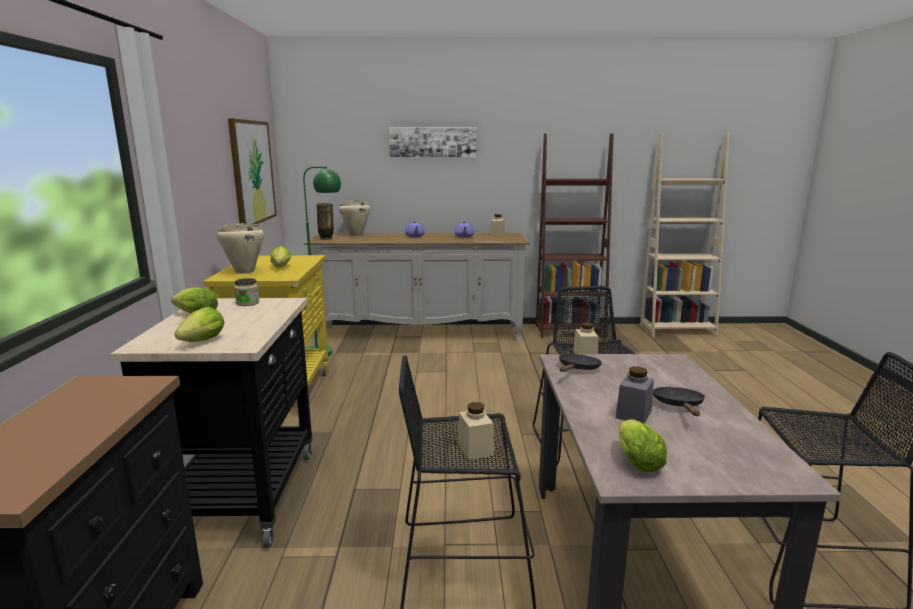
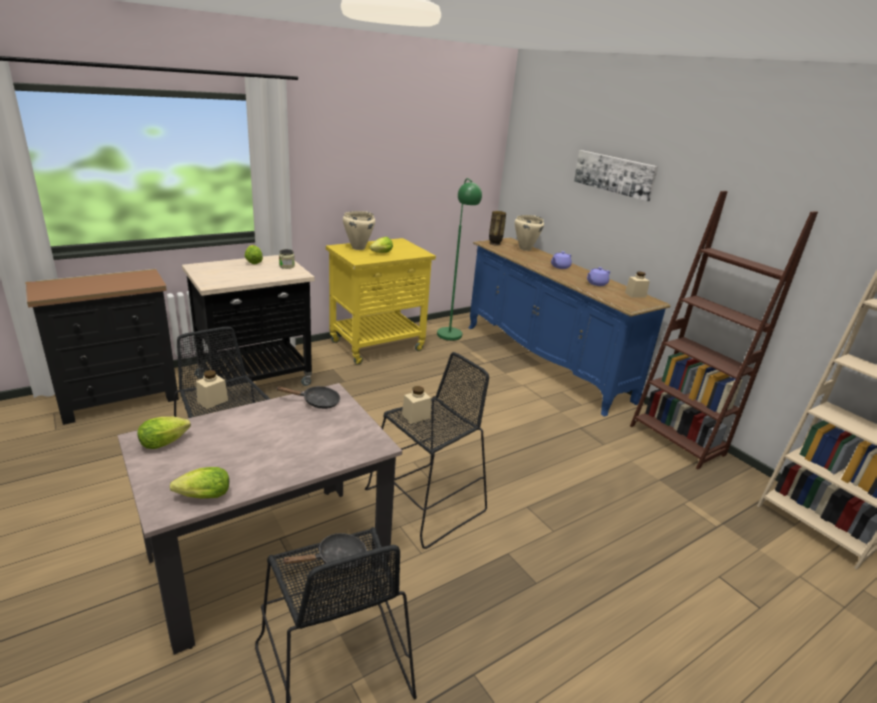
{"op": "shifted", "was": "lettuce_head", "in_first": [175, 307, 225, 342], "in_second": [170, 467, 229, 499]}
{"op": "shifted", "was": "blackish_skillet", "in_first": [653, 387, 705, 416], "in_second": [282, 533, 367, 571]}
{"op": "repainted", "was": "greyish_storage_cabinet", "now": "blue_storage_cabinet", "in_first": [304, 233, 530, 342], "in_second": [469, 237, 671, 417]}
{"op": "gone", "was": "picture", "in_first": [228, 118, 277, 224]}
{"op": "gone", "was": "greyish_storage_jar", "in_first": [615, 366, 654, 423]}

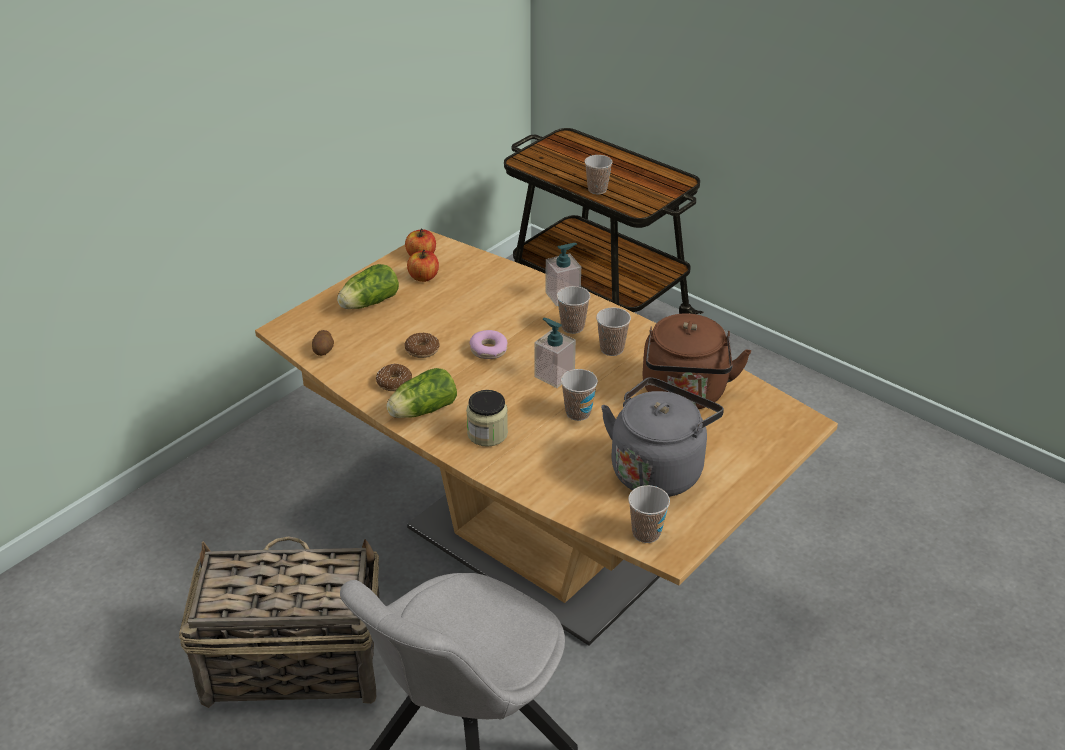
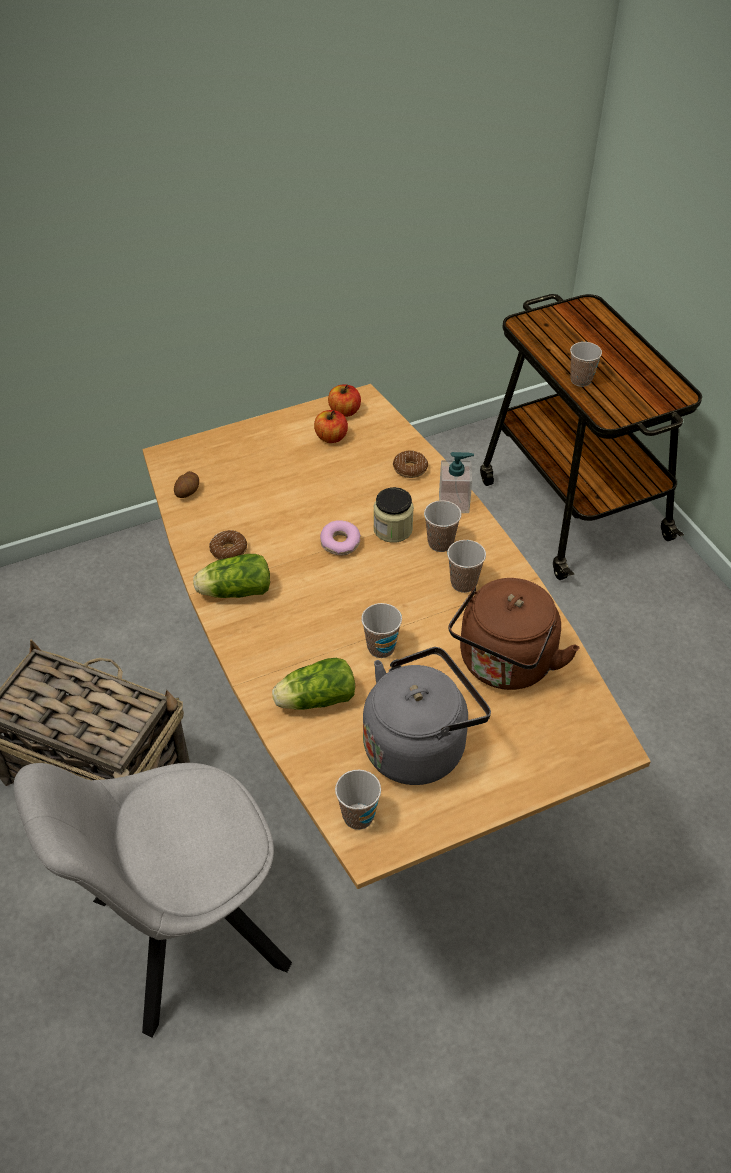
{"op": "shifted", "was": "lettuce_head", "in_first": [337, 264, 399, 309], "in_second": [272, 658, 355, 710]}
{"op": "shifted", "was": "storage_jar", "in_first": [466, 390, 508, 447], "in_second": [373, 487, 414, 543]}
{"op": "shifted", "was": "doughnut", "in_first": [404, 333, 440, 358], "in_second": [393, 450, 428, 478]}
{"op": "gone", "was": "soap_dispenser", "in_first": [534, 318, 576, 388]}

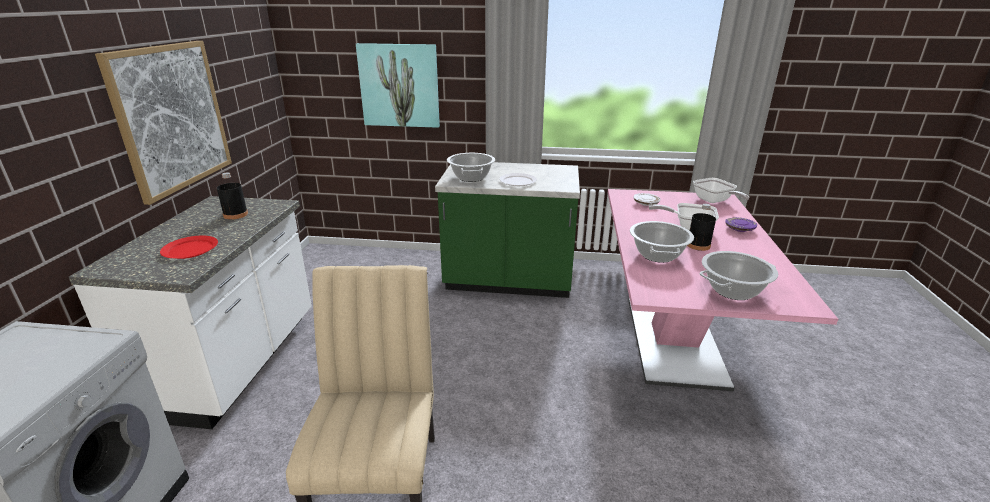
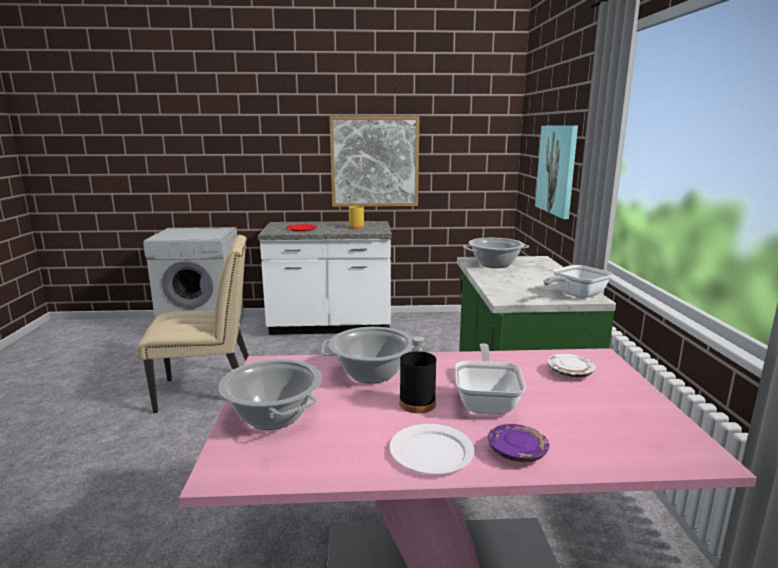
{"op": "repainted", "was": "blackish_beverage_bottle", "now": "yellowish_beverage_bottle", "in_first": [217, 172, 248, 220], "in_second": [349, 197, 364, 229]}
{"op": "shifted", "was": "whitish_plate", "in_first": [499, 173, 537, 186], "in_second": [389, 424, 475, 474]}
{"op": "shifted", "was": "skillet", "in_first": [693, 178, 749, 203], "in_second": [543, 265, 613, 298]}

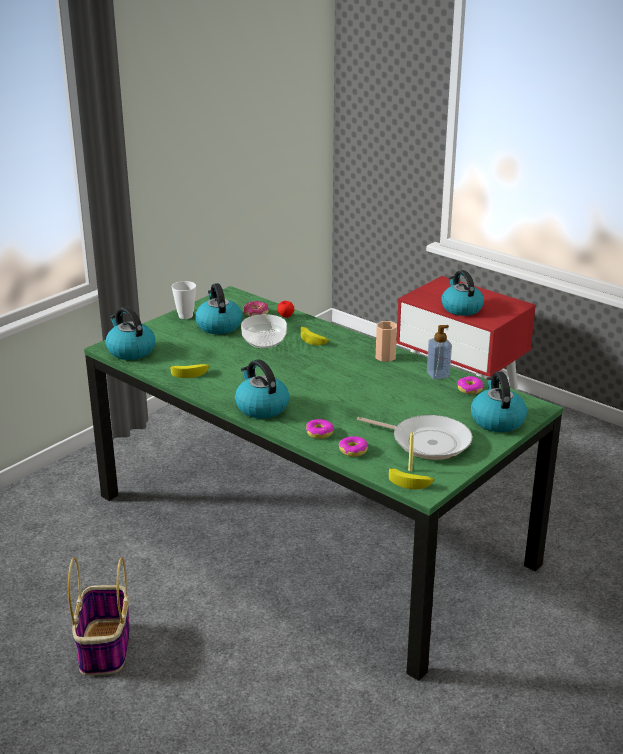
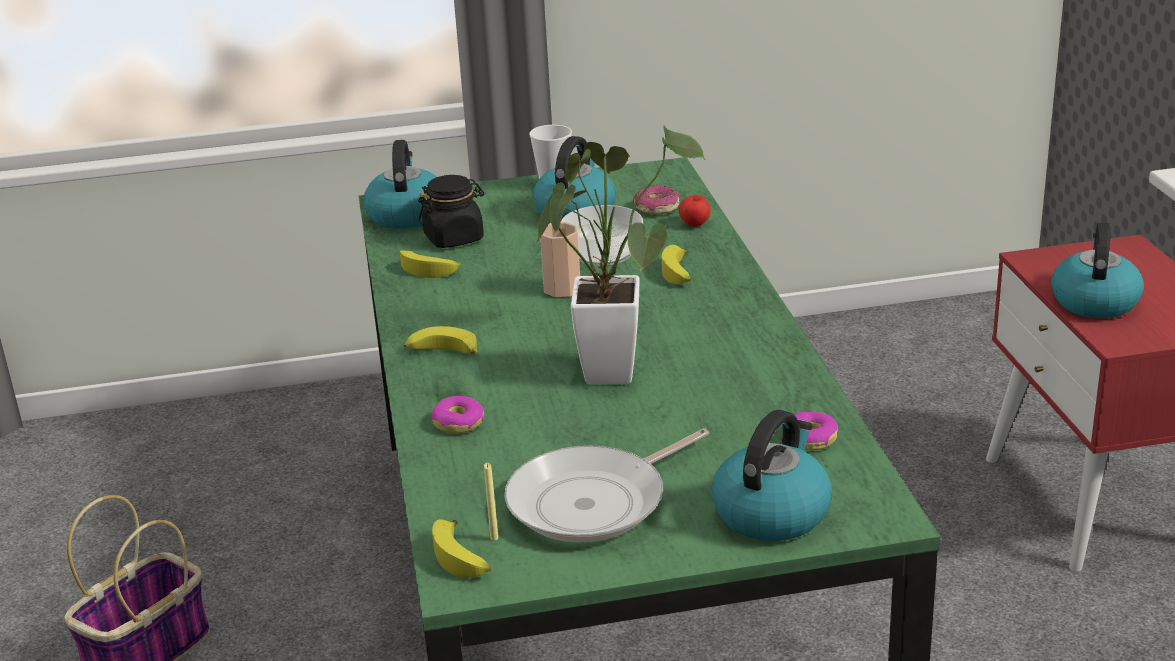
{"op": "swapped", "was": "kettle", "now": "whole_banana", "in_first": [235, 359, 289, 419], "in_second": [404, 326, 477, 354]}
{"op": "new", "now": "blackish_storage_jar", "in_second": [418, 175, 485, 248]}
{"op": "rotated", "was": "skillet", "in_first": [357, 415, 472, 460], "in_second": [505, 428, 709, 542], "clockwise": 75}
{"op": "new", "now": "potted_plant", "in_second": [537, 126, 705, 384]}
{"op": "shifted", "was": "small_cup", "in_first": [376, 321, 397, 362], "in_second": [540, 222, 580, 297]}
{"op": "gone", "was": "doughnut", "in_first": [339, 436, 368, 457]}
{"op": "gone", "was": "soap_dispenser", "in_first": [427, 325, 452, 379]}

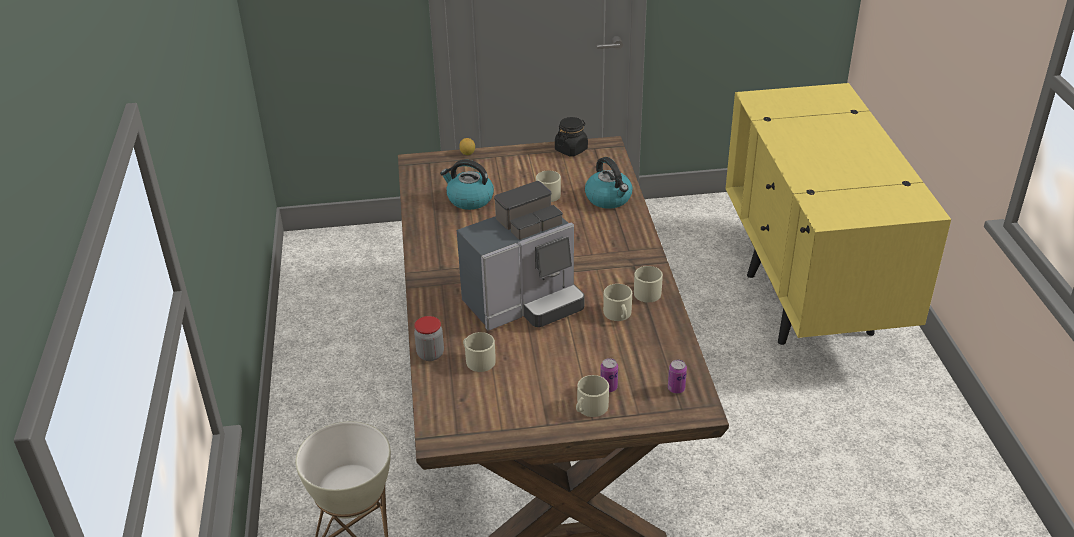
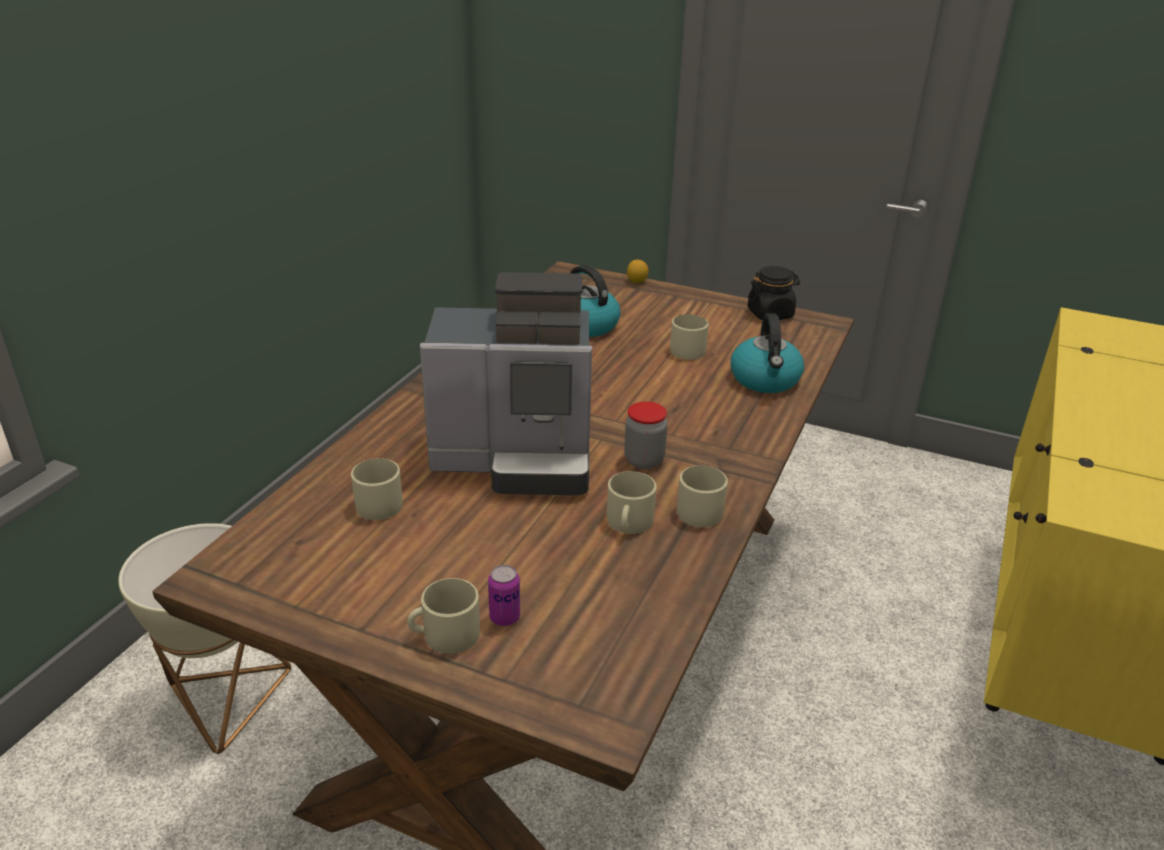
{"op": "shifted", "was": "storage_jar", "in_first": [414, 316, 444, 361], "in_second": [624, 401, 668, 469]}
{"op": "gone", "was": "can", "in_first": [668, 360, 687, 394]}

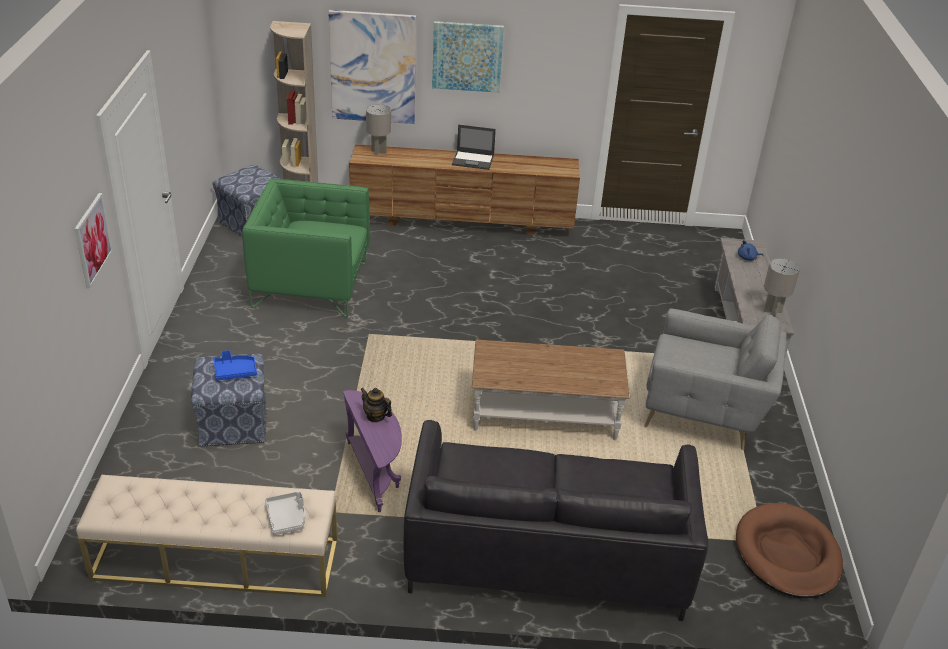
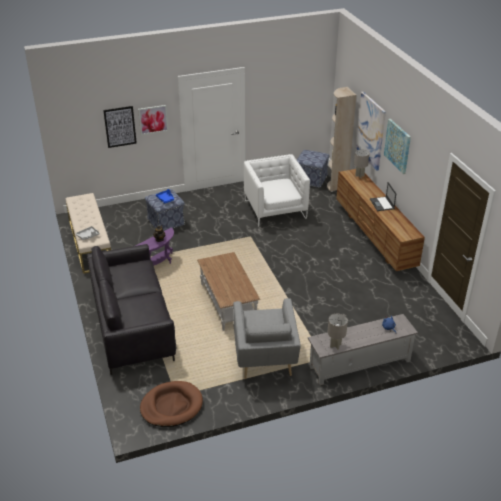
{"op": "new", "now": "picture", "in_second": [103, 106, 137, 148]}
{"op": "repainted", "was": "green-coloured_lounge_chair", "now": "whitish_lounge_chair", "in_first": [242, 178, 370, 318], "in_second": [244, 154, 310, 227]}

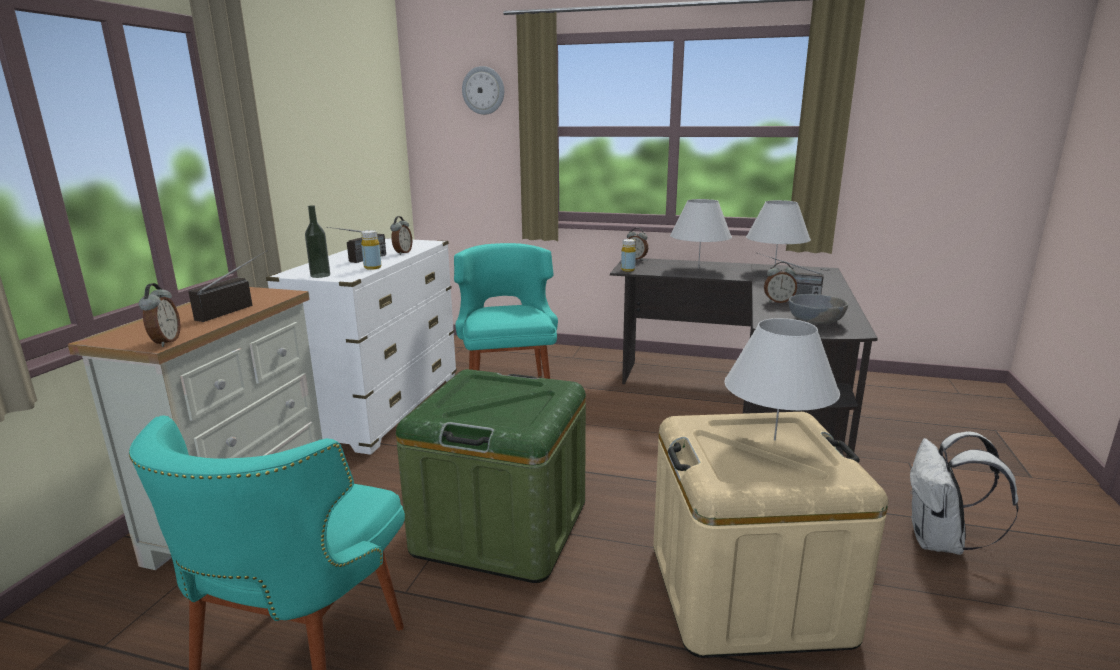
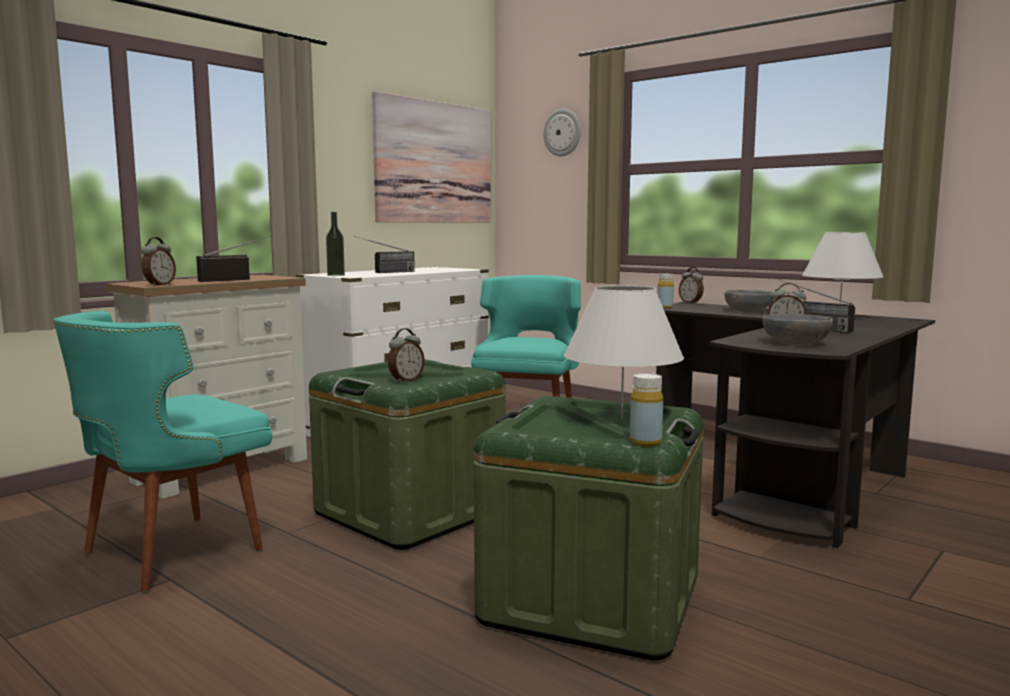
{"op": "new", "now": "picture", "in_second": [372, 91, 491, 223]}
{"op": "shifted", "was": "alarm_clock", "in_first": [390, 216, 412, 255], "in_second": [388, 328, 425, 383]}
{"op": "repainted", "was": "beige-coloured_storage_container", "now": "green-coloured_storage_container", "in_first": [653, 412, 888, 658], "in_second": [474, 396, 704, 660]}
{"op": "shifted", "was": "yellowish_beverage_bottle", "in_first": [361, 230, 381, 270], "in_second": [630, 373, 663, 446]}
{"op": "swapped", "was": "whitish_lamp_for_a_table", "now": "greyish_serving_bowl", "in_first": [670, 199, 732, 269], "in_second": [724, 290, 773, 312]}
{"op": "gone", "was": "whitish_knapsack", "in_first": [910, 432, 1019, 555]}

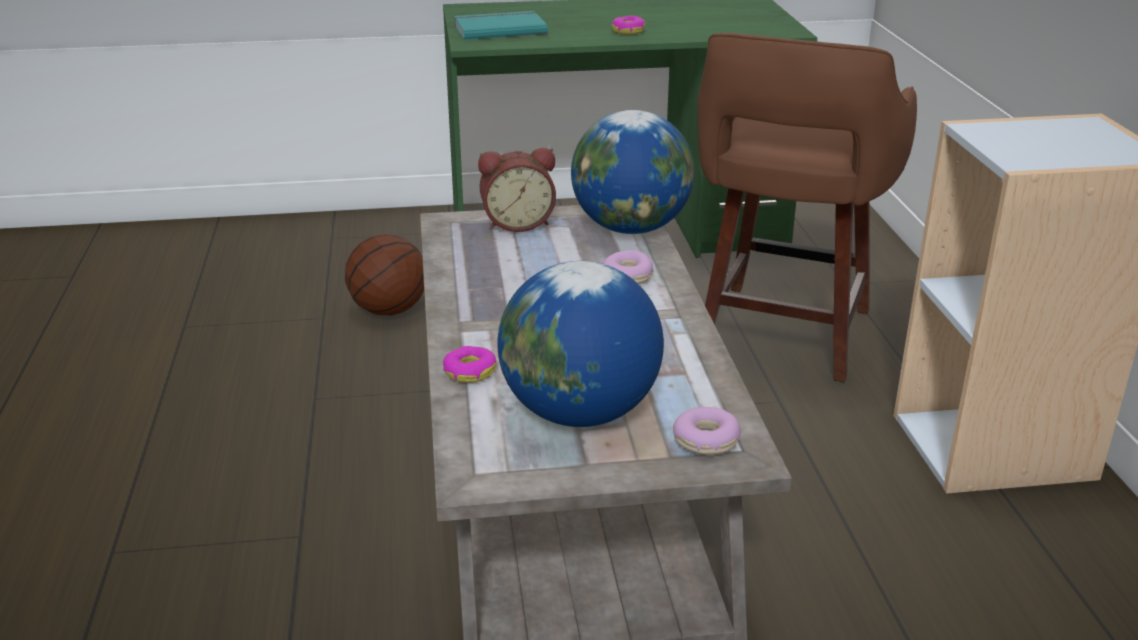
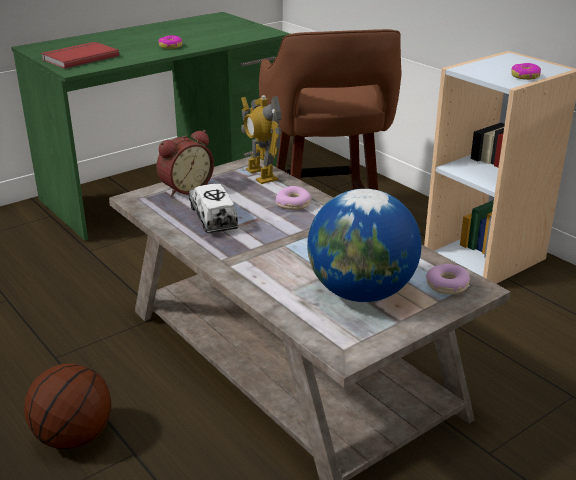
{"op": "shifted", "was": "basketball_ball", "in_first": [345, 234, 424, 315], "in_second": [24, 363, 111, 449]}
{"op": "repainted", "was": "turquoise_bound_book", "now": "red-coloured_bound_book", "in_first": [454, 11, 548, 40], "in_second": [41, 42, 119, 69]}
{"op": "new", "now": "model_truck", "in_second": [189, 184, 238, 233]}
{"op": "swapped", "was": "world_globe", "now": "robot_figure", "in_first": [571, 110, 694, 234], "in_second": [241, 95, 281, 184]}
{"op": "shifted", "was": "doughnut", "in_first": [443, 346, 496, 383], "in_second": [511, 63, 541, 80]}

